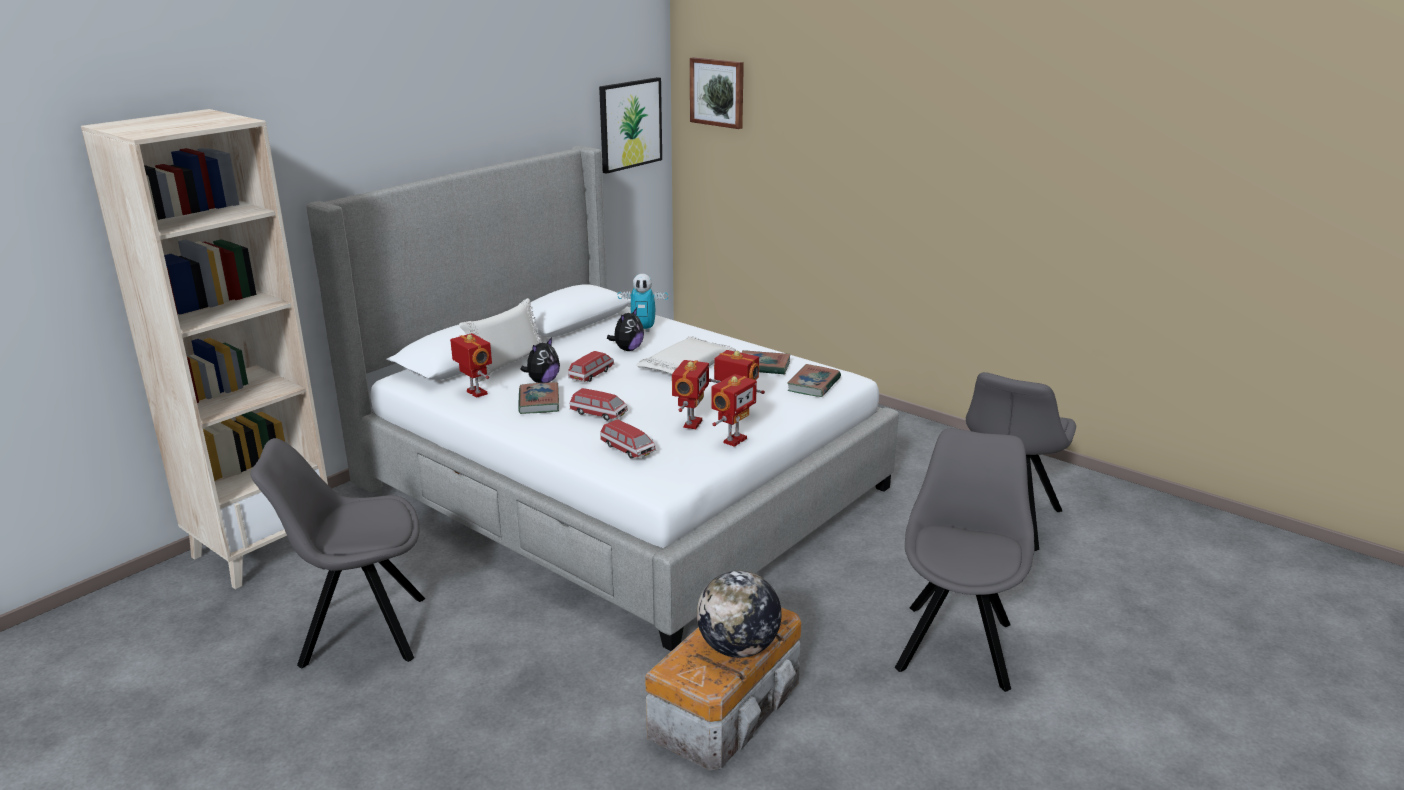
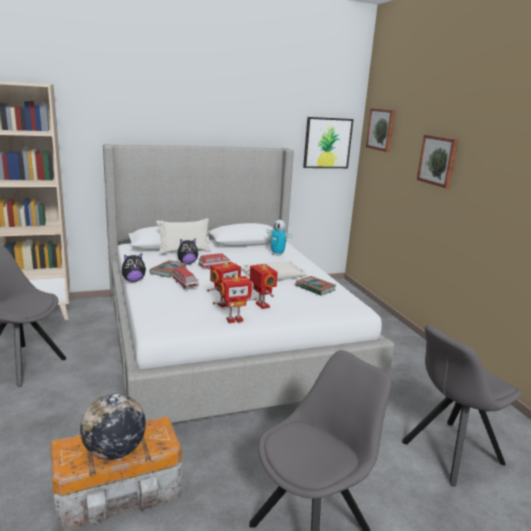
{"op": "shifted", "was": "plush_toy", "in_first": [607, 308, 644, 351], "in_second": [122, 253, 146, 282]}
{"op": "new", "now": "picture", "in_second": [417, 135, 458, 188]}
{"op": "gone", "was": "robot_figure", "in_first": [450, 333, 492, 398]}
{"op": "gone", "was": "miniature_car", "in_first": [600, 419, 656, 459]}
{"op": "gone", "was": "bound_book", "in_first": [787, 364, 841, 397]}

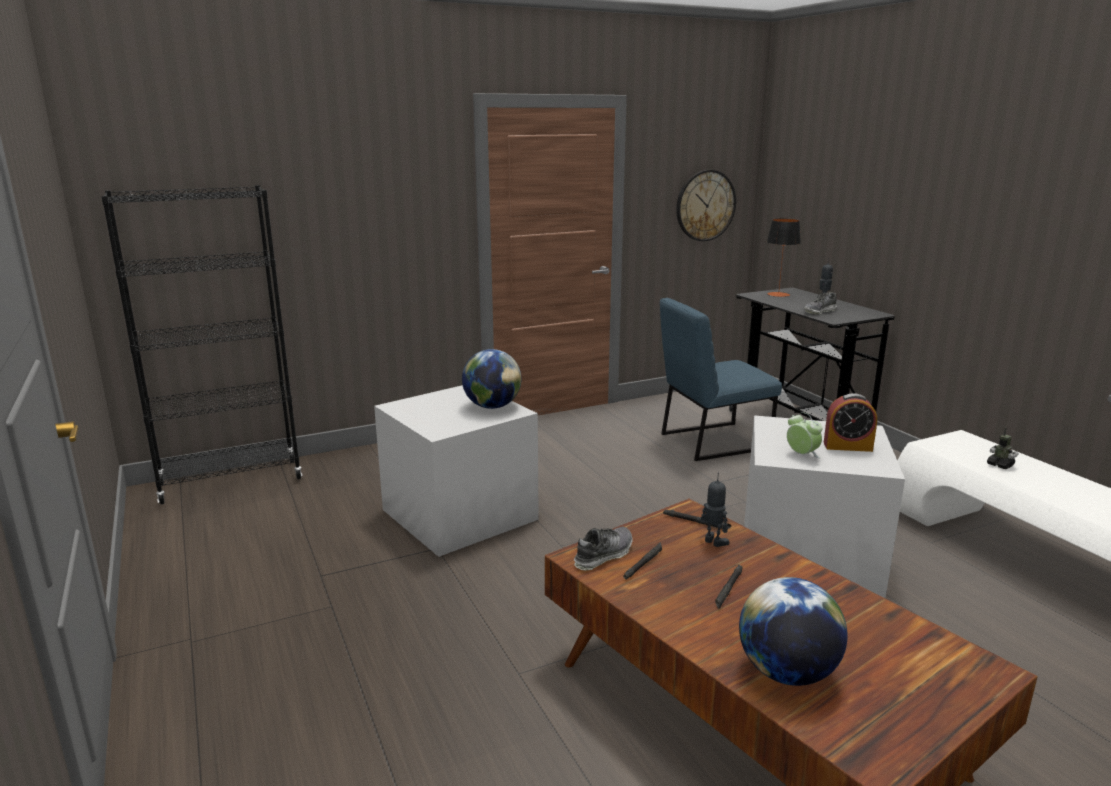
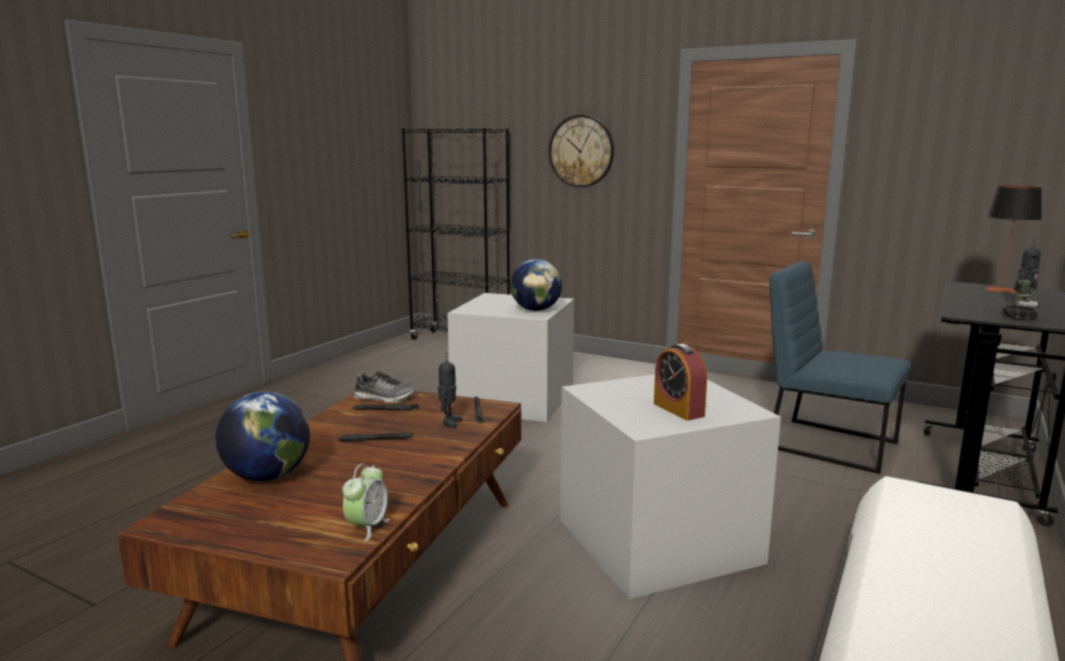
{"op": "shifted", "was": "alarm_clock", "in_first": [787, 412, 822, 458], "in_second": [342, 463, 390, 541]}
{"op": "shifted", "was": "hanging_clock", "in_first": [676, 170, 736, 241], "in_second": [549, 115, 614, 188]}
{"op": "shifted", "was": "robot_figure", "in_first": [987, 427, 1019, 469], "in_second": [1002, 270, 1038, 320]}
{"op": "gone", "was": "low_shoe", "in_first": [803, 292, 837, 314]}

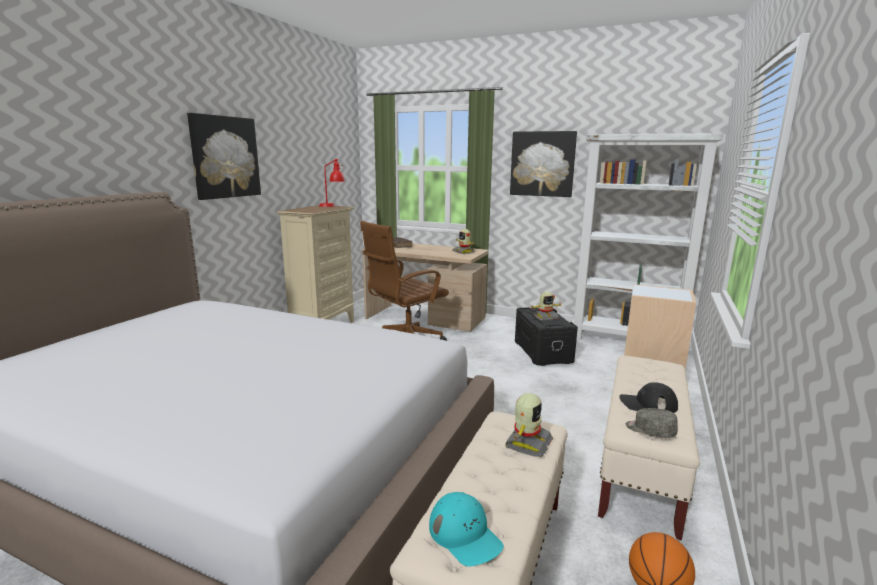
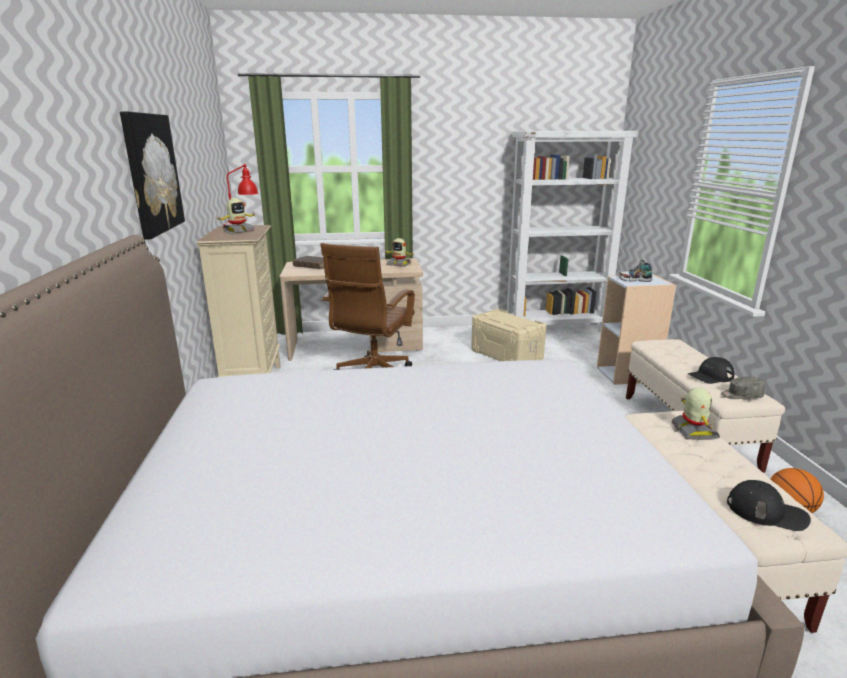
{"op": "shifted", "was": "robot_figure", "in_first": [530, 292, 561, 321], "in_second": [217, 198, 255, 234]}
{"op": "repainted", "was": "blackish_storage_container", "now": "beige-coloured_storage_container", "in_first": [515, 307, 578, 366], "in_second": [471, 309, 546, 361]}
{"op": "new", "now": "low_shoe", "in_second": [619, 260, 652, 282]}
{"op": "repainted", "was": "turquoise_peaked_cap", "now": "blackish_peaked_cap", "in_first": [429, 492, 504, 567], "in_second": [727, 480, 811, 531]}
{"op": "gone", "was": "picture", "in_first": [510, 131, 577, 197]}

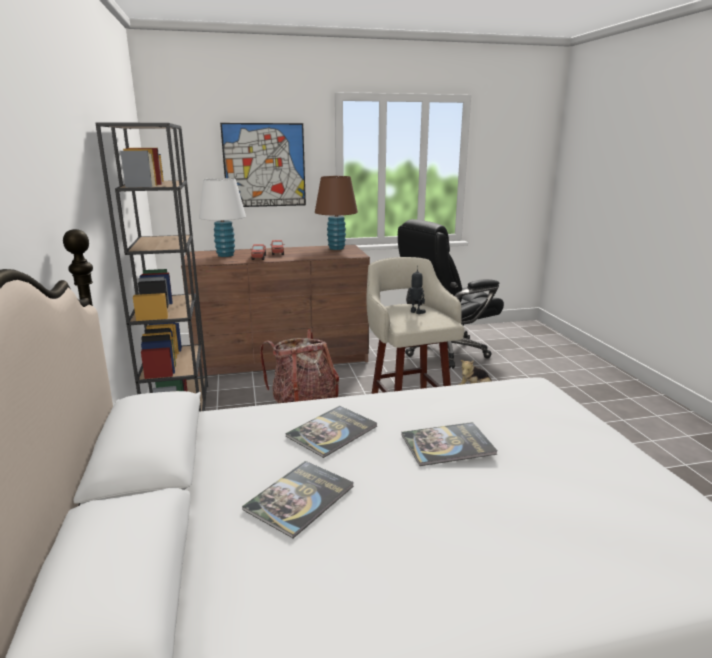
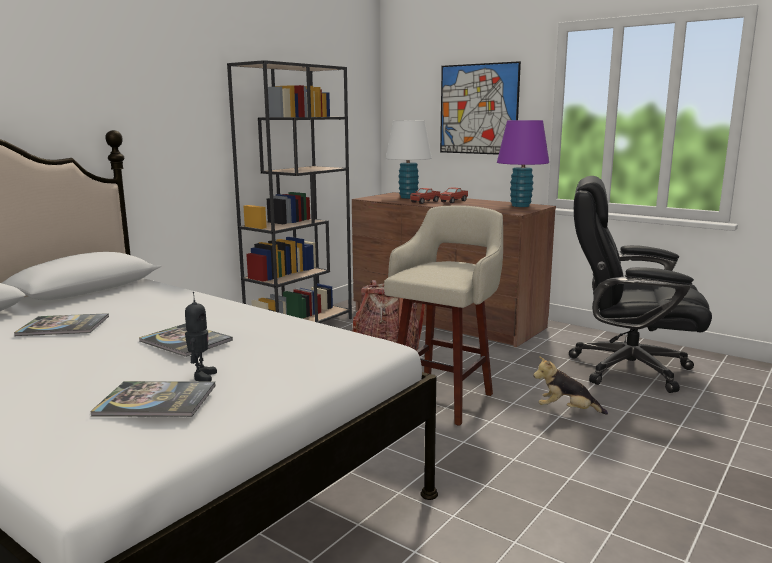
{"op": "shifted", "was": "bound_book", "in_first": [286, 406, 377, 458], "in_second": [90, 381, 216, 417]}
{"op": "shifted", "was": "robot_figure", "in_first": [408, 266, 426, 314], "in_second": [185, 292, 217, 381]}
{"op": "repainted", "was": "brown-coloured_lamp_for_a_table", "now": "purple_lamp_for_a_table", "in_first": [315, 176, 358, 250], "in_second": [497, 120, 549, 207]}

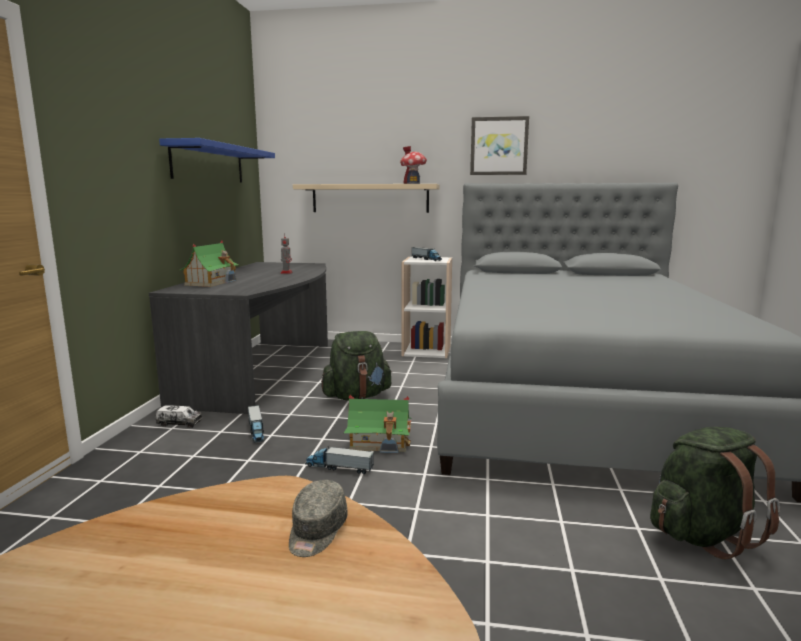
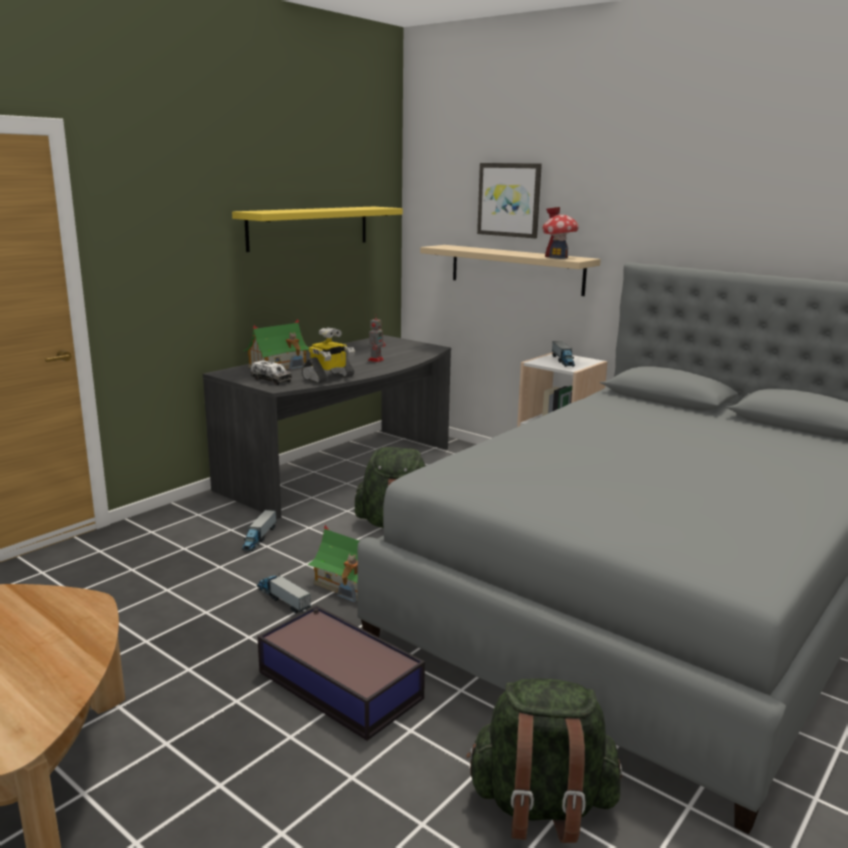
{"op": "repainted", "was": "blue_wall_shelf", "now": "yellowish_wall_shelf", "in_first": [159, 138, 275, 183], "in_second": [232, 207, 403, 252]}
{"op": "shifted", "was": "model_truck", "in_first": [156, 405, 202, 428], "in_second": [251, 360, 292, 385]}
{"op": "new", "now": "storage_container", "in_second": [257, 605, 425, 741]}
{"op": "new", "now": "robot_figure", "in_second": [302, 327, 355, 383]}
{"op": "shifted", "was": "picture", "in_first": [470, 116, 529, 175], "in_second": [477, 163, 542, 239]}
{"op": "gone", "was": "greyish_peaked_cap", "in_first": [289, 480, 348, 557]}

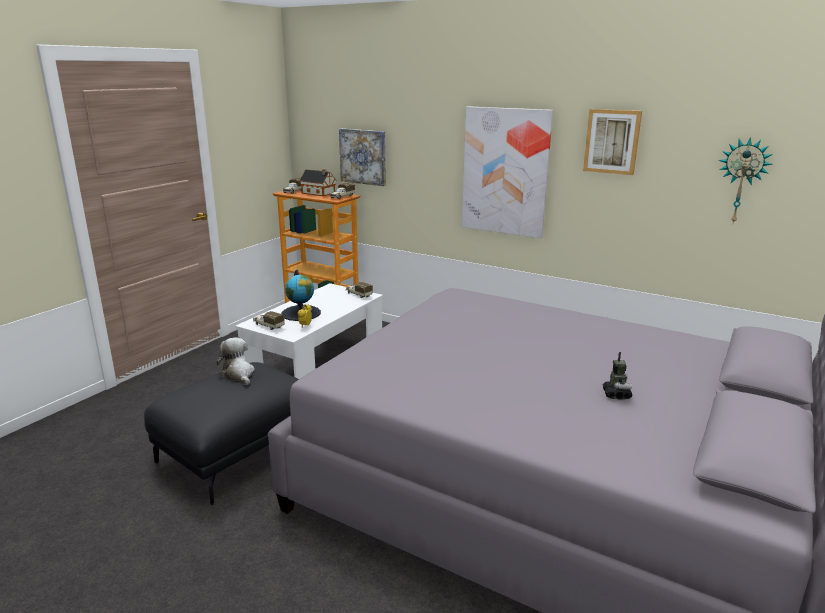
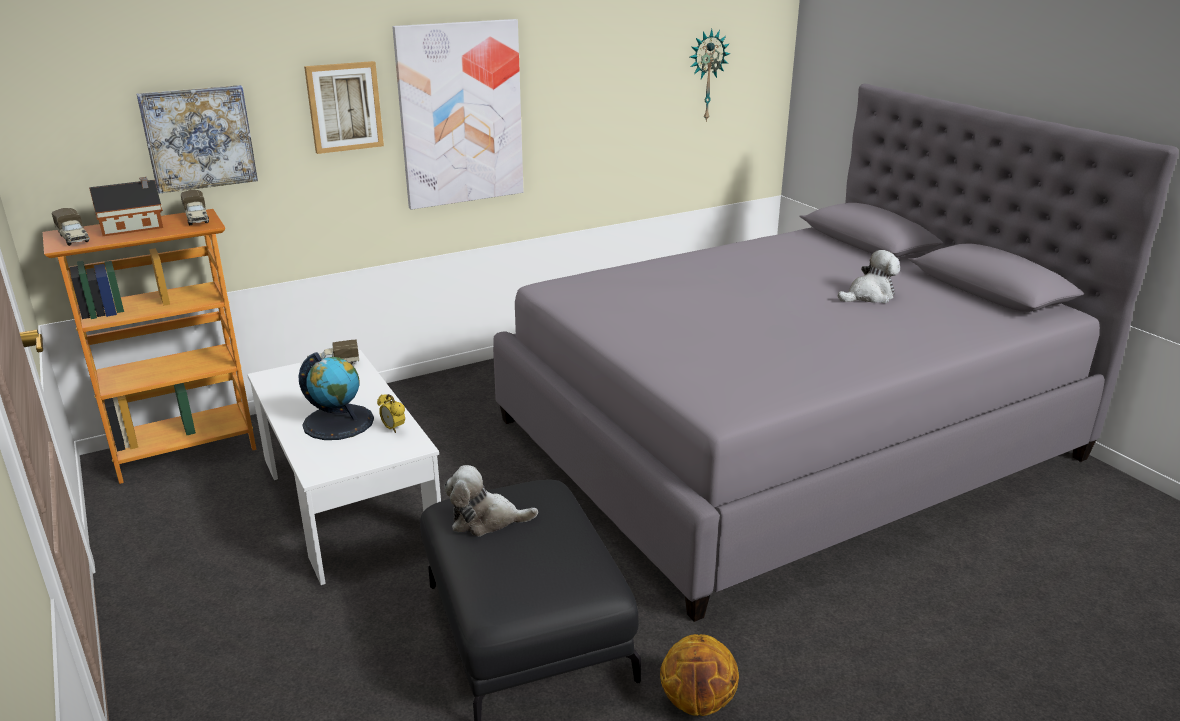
{"op": "shifted", "was": "picture", "in_first": [583, 109, 642, 175], "in_second": [304, 61, 384, 154]}
{"op": "new", "now": "basketball_ball", "in_second": [660, 634, 739, 716]}
{"op": "swapped", "was": "robot_figure", "now": "plush_toy", "in_first": [602, 352, 632, 400], "in_second": [838, 250, 900, 303]}
{"op": "gone", "was": "model_truck", "in_first": [253, 311, 285, 330]}

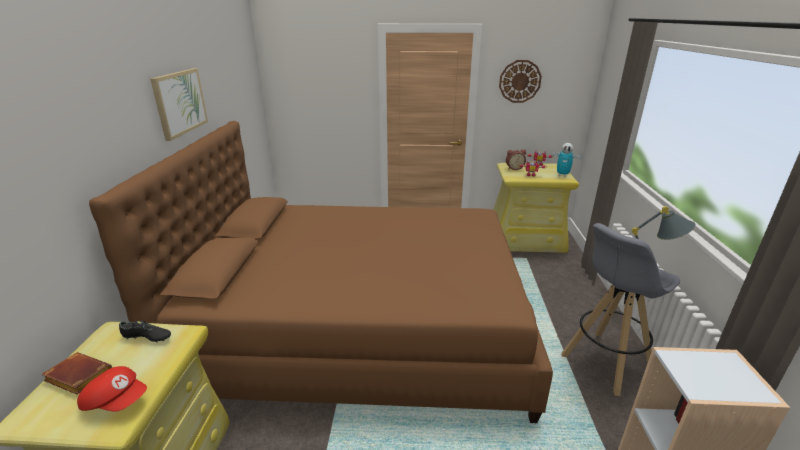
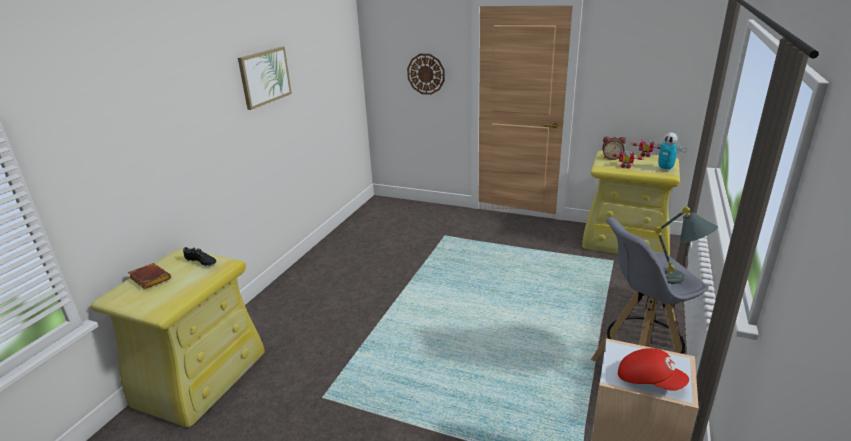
{"op": "shifted", "was": "hanging_clock", "in_first": [499, 60, 542, 103], "in_second": [407, 54, 445, 95]}
{"op": "shifted", "was": "red-coloured_peaked_cap", "in_first": [77, 366, 147, 412], "in_second": [618, 348, 689, 391]}
{"op": "gone", "was": "brown-coloured_bed", "in_first": [89, 121, 553, 423]}

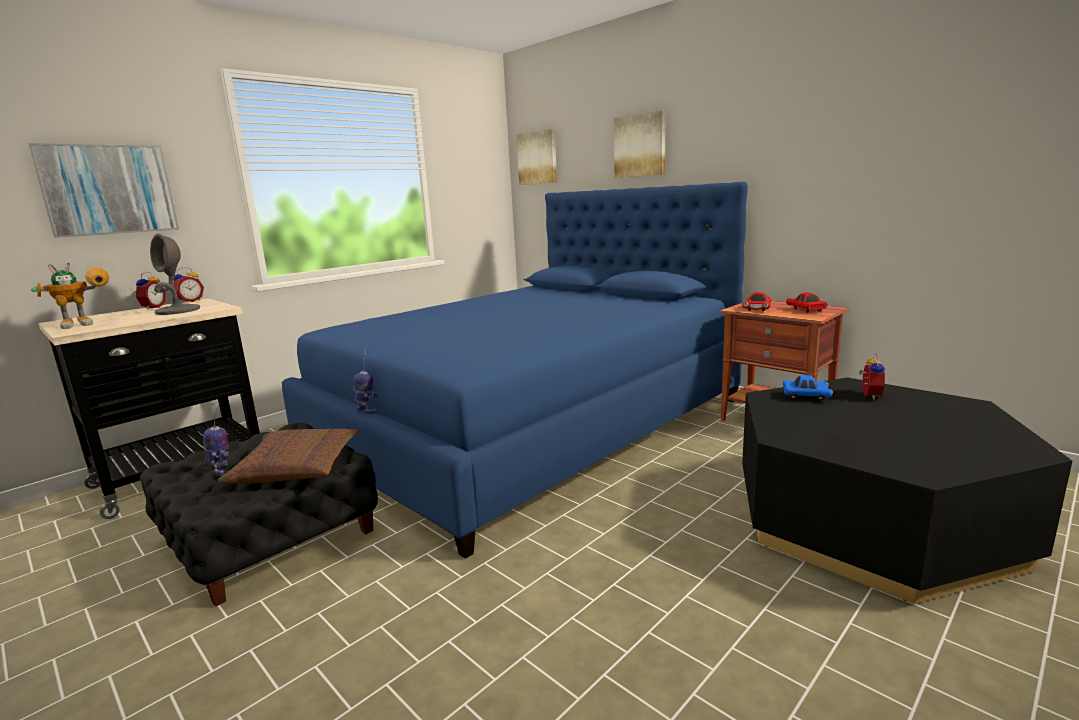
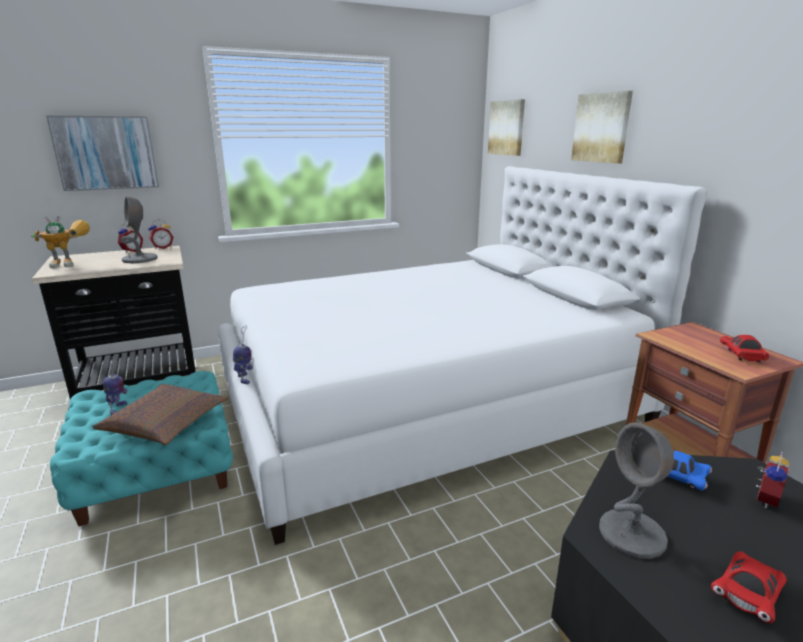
{"op": "repainted", "was": "blackish_pouffe", "now": "turquoise_pouffe", "in_first": [140, 423, 378, 607], "in_second": [50, 371, 233, 526]}
{"op": "repainted", "was": "blue_bed", "now": "whitish_bed", "in_first": [282, 182, 748, 559], "in_second": [218, 166, 707, 545]}
{"op": "new", "now": "greyish_lamp_for_a_table", "in_second": [599, 423, 674, 559]}
{"op": "shifted", "was": "red-coloured_miniature_car", "in_first": [742, 292, 771, 311], "in_second": [711, 551, 787, 623]}

